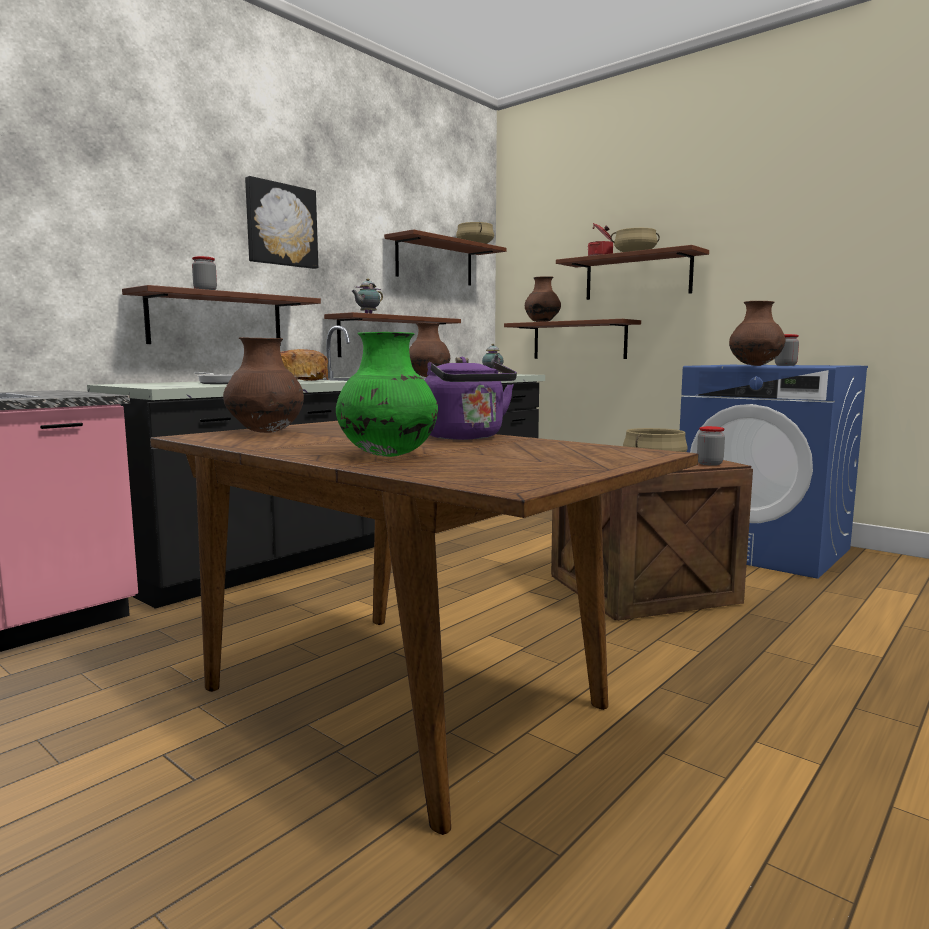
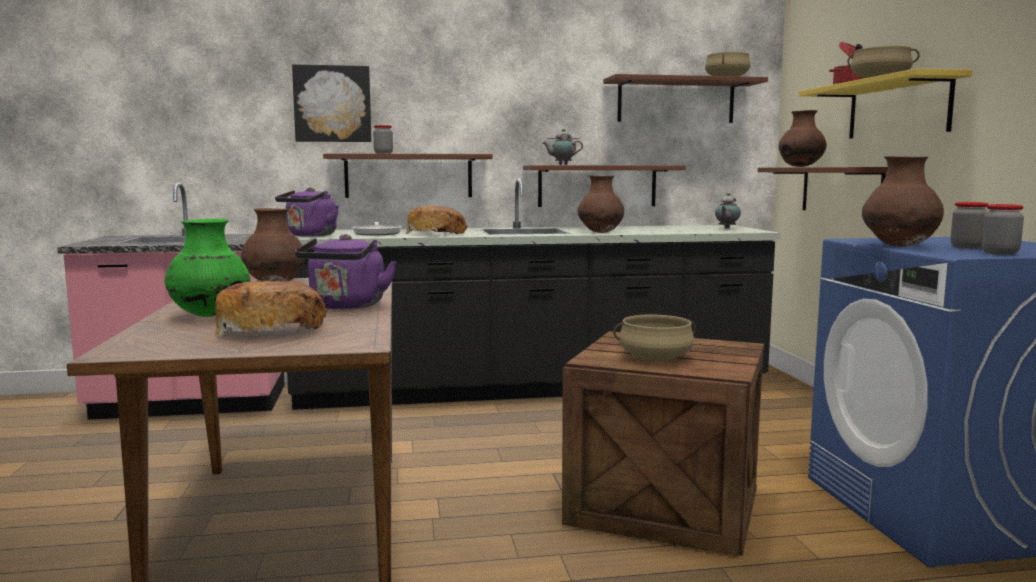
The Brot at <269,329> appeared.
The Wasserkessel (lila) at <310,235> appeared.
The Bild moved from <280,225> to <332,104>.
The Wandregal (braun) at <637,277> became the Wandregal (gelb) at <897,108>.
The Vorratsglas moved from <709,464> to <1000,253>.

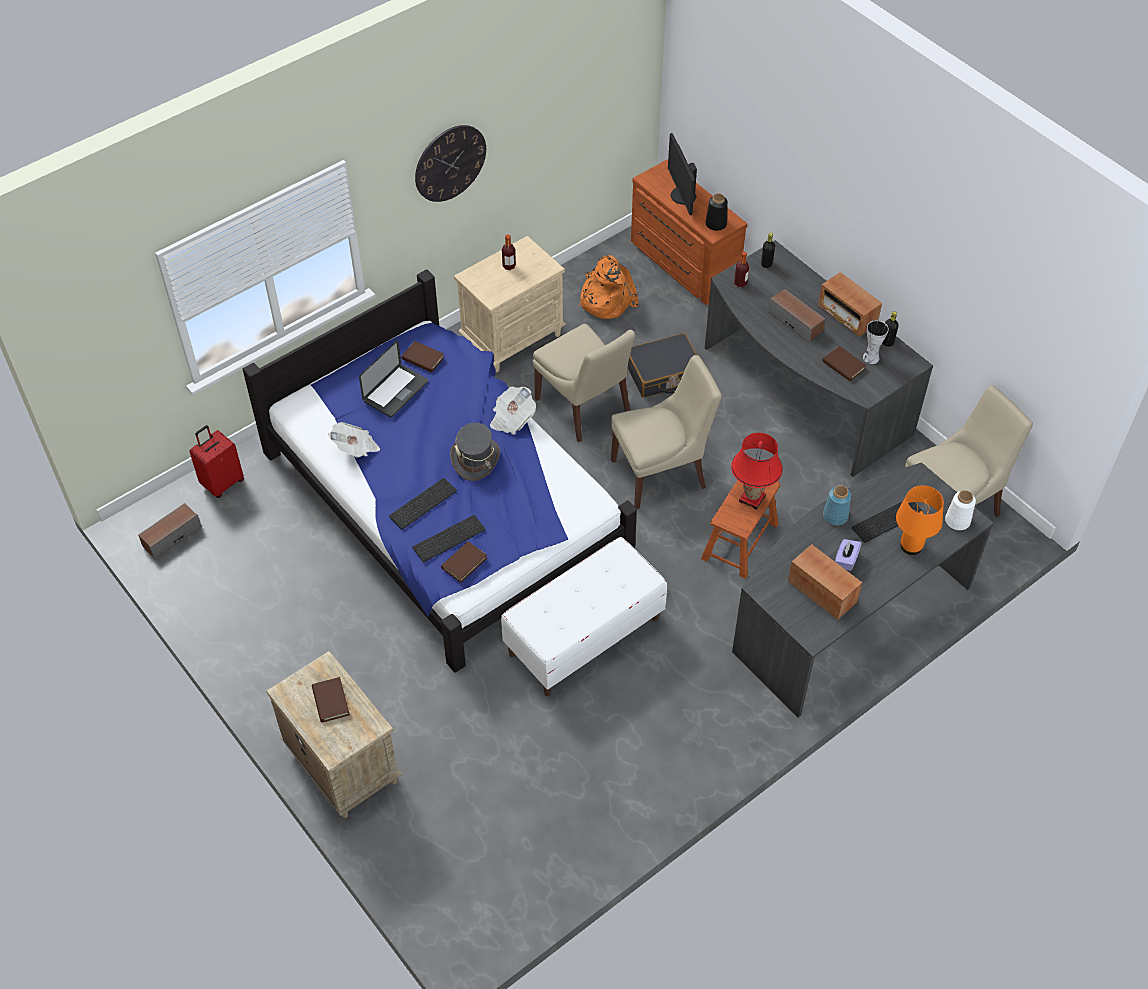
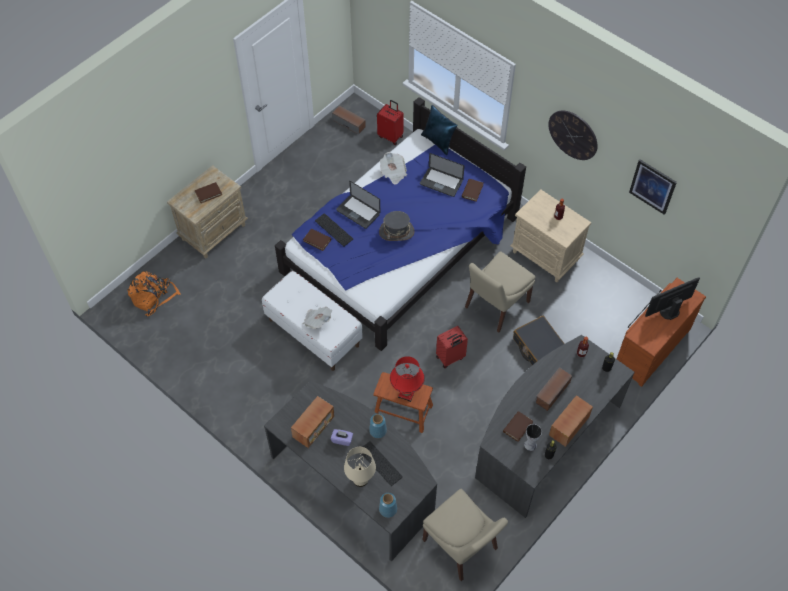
The Rucksack (orange) moved from <605,299> to <153,297>.
The Zeitung moved from <512,419> to <317,321>.
The Tastatur at <422,502> was replaced by the Laptop at <358,212>.
The Tischlampe (orange) at <911,546> became the Tischlampe (beige) at <360,480>.
The Vase (weiß) at <957,521> became the Vase (blau) at <387,509>.
The Kissen (blau) at <438,142> appeared.
The Stuhl (beige) at <661,473> was replaced by the Koffer (rot) at <450,358>.
The Bild at <652,186> appeared.
The Vase (schwarz) at <716,224> disappeared.

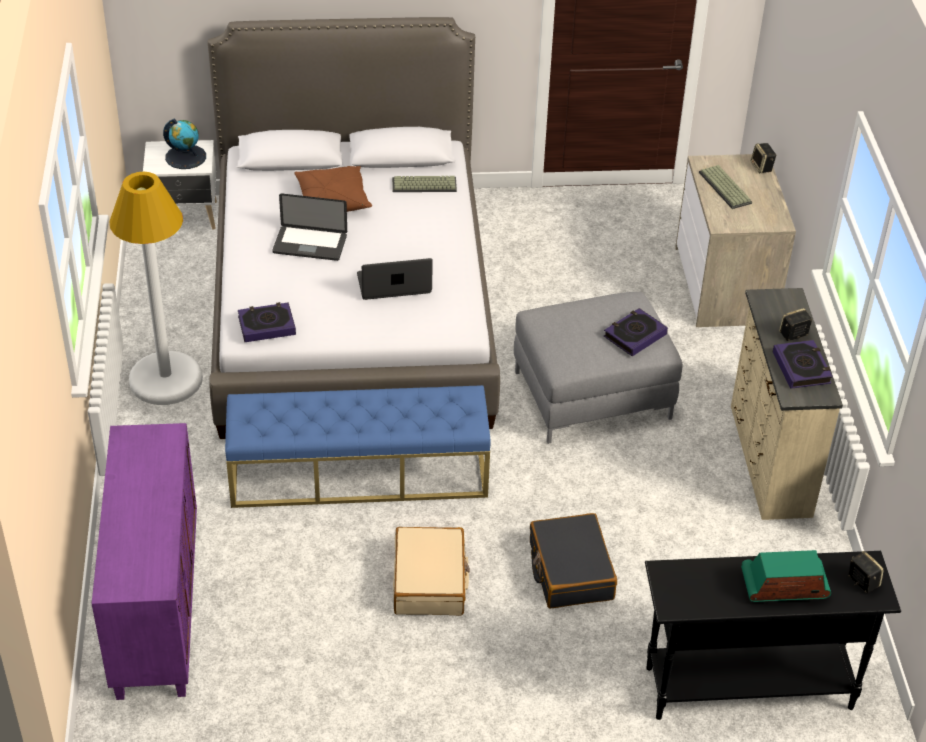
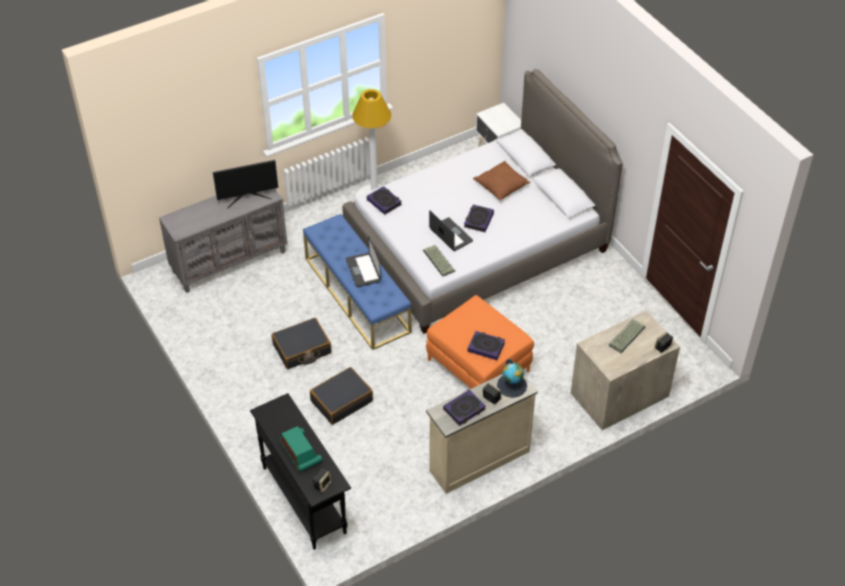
The Schrank (lila) at <155,608> became the Schrank (grau) at <229,261>.
The Monitor at <247,197> appeared.
The Koffer (beige) at <430,581> became the Koffer (schwarz) at <302,349>.
The Laptop moved from <310,244> to <363,270>.
The Tastatur moved from <423,186> to <438,261>.
The Polsterhocker (grau) at <591,395> became the Polsterhocker (orange) at <478,365>.
The Buch at <478,220> appeared.
The Globus moved from <186,157> to <512,385>.

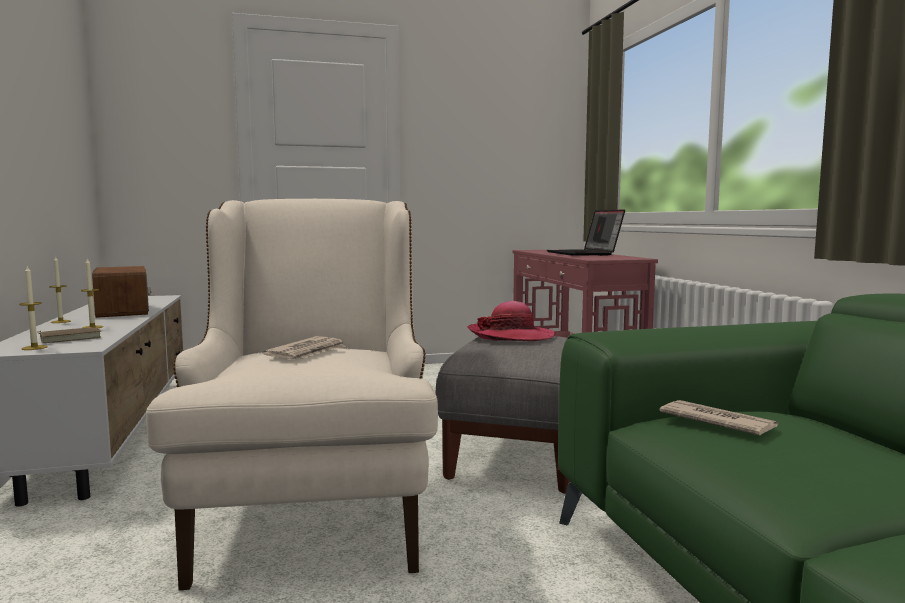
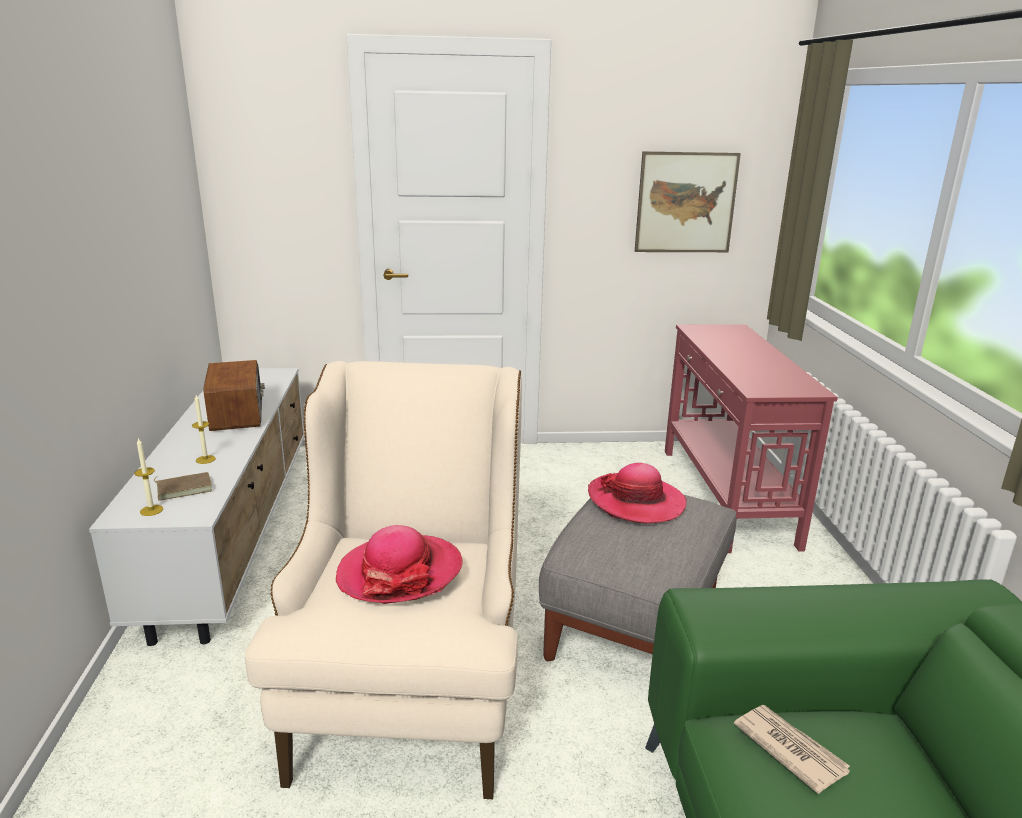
The Zeitung at <308,352> was replaced by the Hut at <400,572>.
The Bild at <686,203> appeared.
The Kerze at <60,321> disappeared.
The Laptop at <584,254> disappeared.

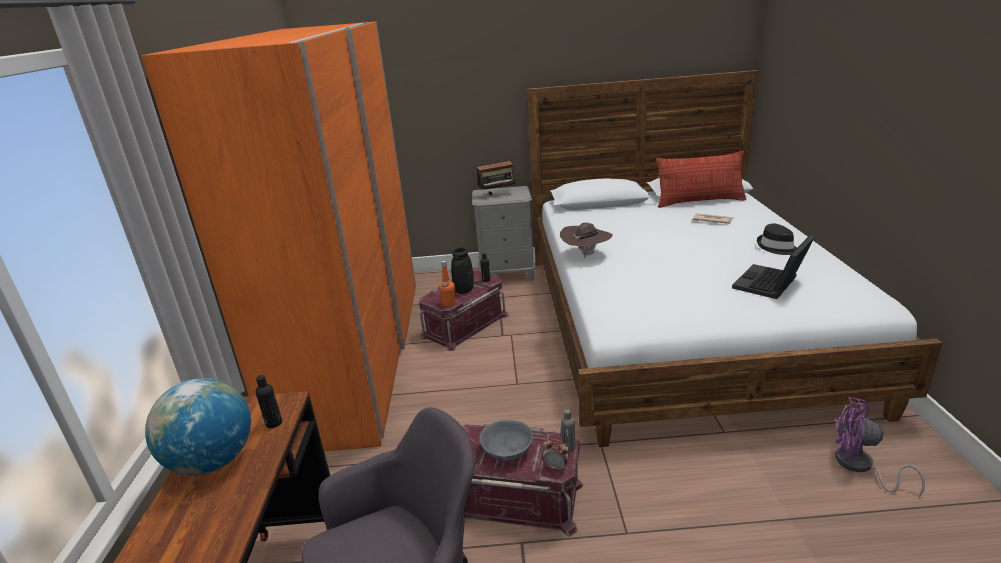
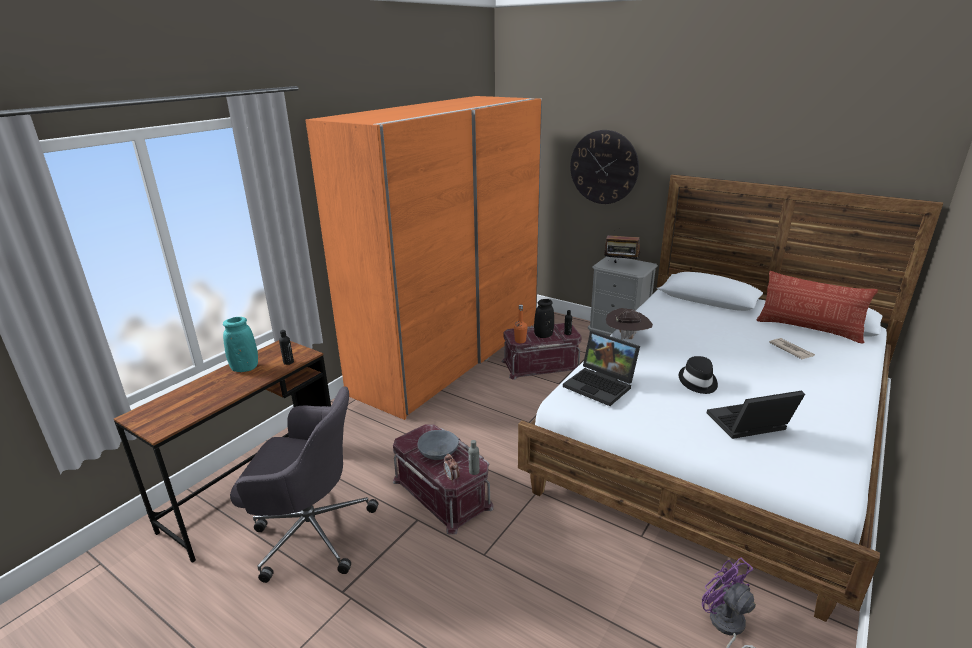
The Globus at <212,461> was replaced by the Vase (türkis) at <245,368>.
The Laptop at <601,385> appeared.
The Wanduhr at <604,167> appeared.
The Hut (schwarz) moved from <777,247> to <698,381>.

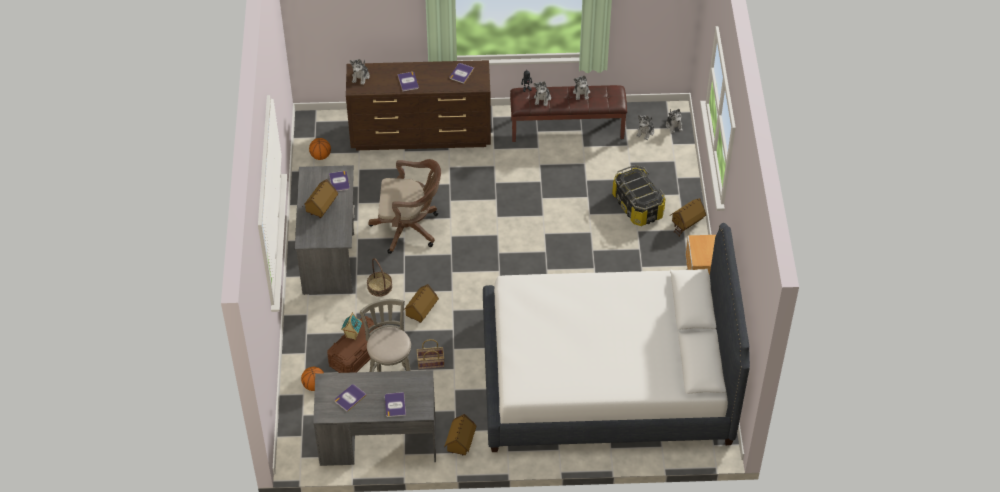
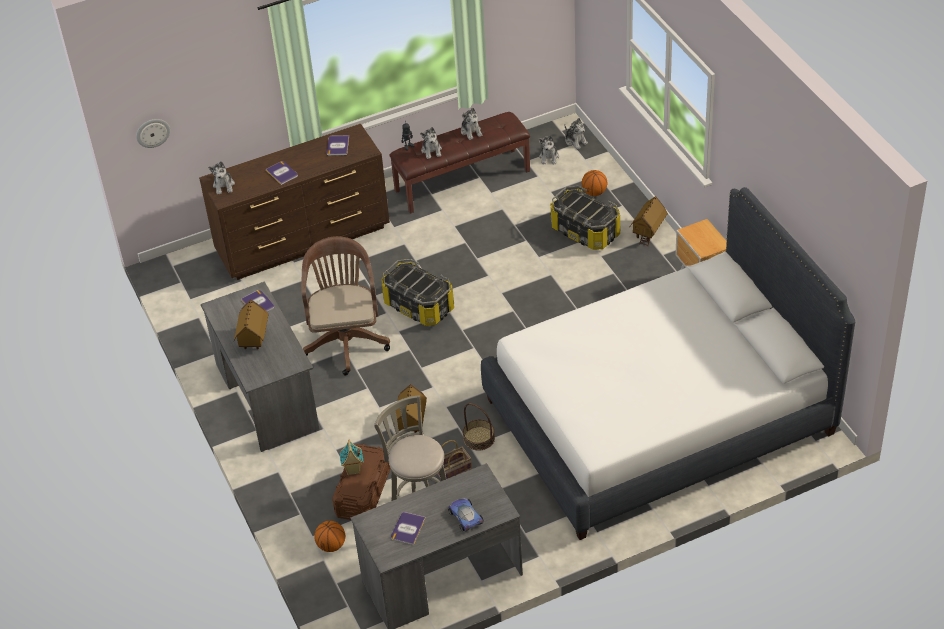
The Wanduhr at <152,132> appeared.
The Bürostuhl (braun) at <409,228> turned 75 degrees counterclockwise.
The Aufbewahrungsbox at <418,306> appeared.
The Buch at <395,405> was replaced by the Spielzeugauto at <465,516>.
The Korb moved from <379,286> to <479,438>.
The Basketball moved from <320,156> to <594,192>.
The Spielzeughaus at <460,444> disappeared.

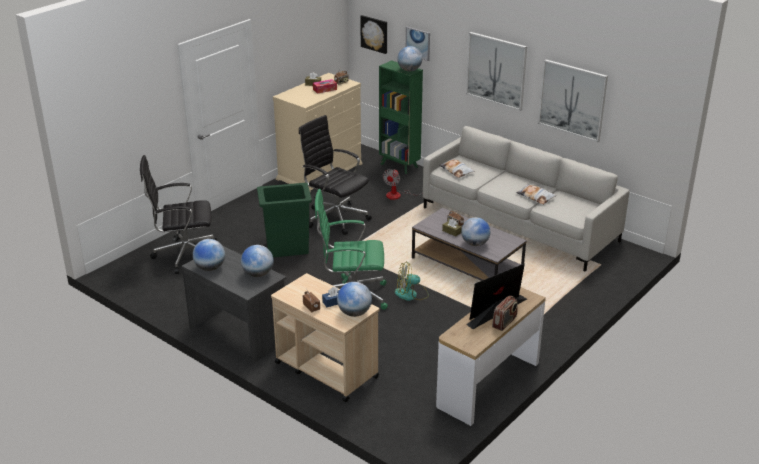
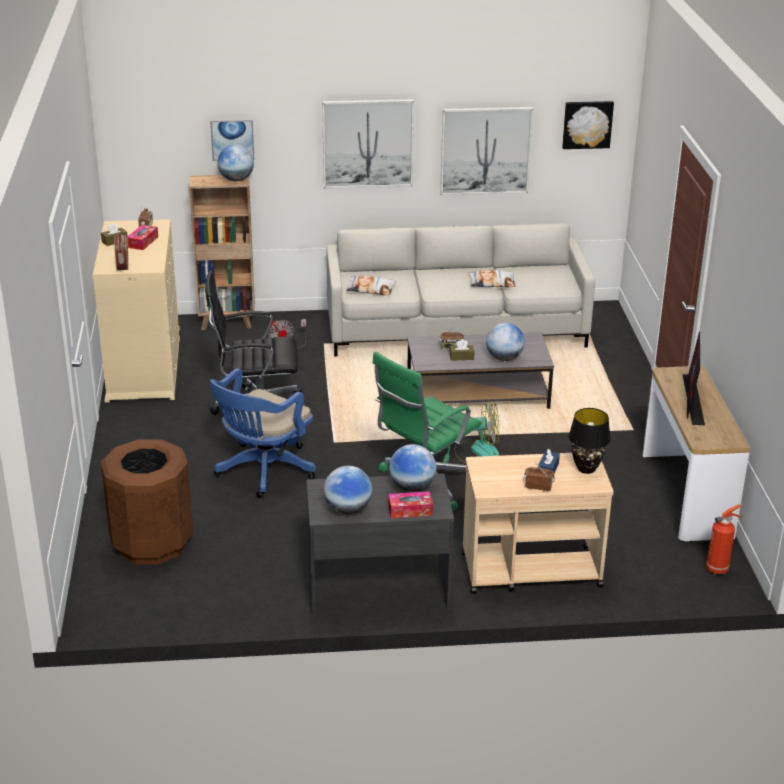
The Bürostuhl (schwarz) at <184,255> was replaced by the Mülleimer (braun) at <151,544>.
The Radio moved from <504,322> to <122,263>.
The Bücherregal (grün) at <399,166> became the Bücherregal (braun) at <227,322>.
The Mülleimer (grün) at <286,248> was replaced by the Bürostuhl (blau) at <262,472>.
The Taschentuchbox at <410,510> appeared.
The Ventilator at <411,294> turned 120 degrees counterclockwise.
The Bild moved from <374,34> to <587,124>.
The Globus at <354,313> was replaced by the Tischlampe (schwarz) at <586,469>.
The Feuerlöscher at <718,568> appeared.

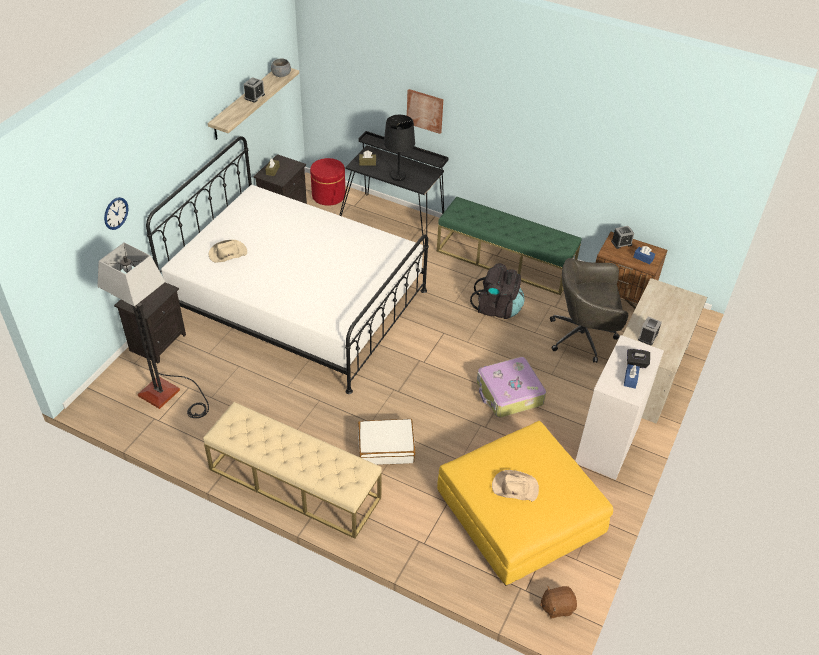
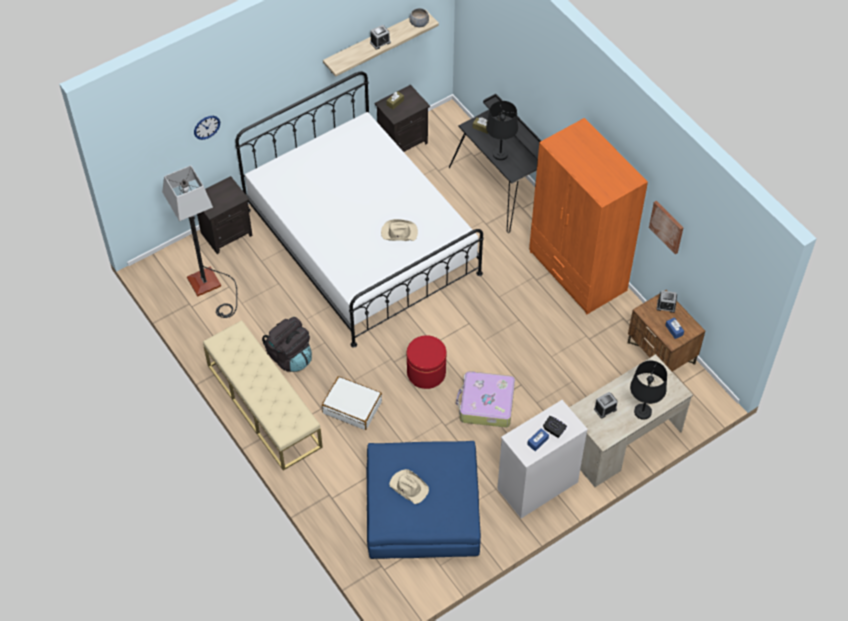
The Rucksack (schwarz) moved from <497,308> to <290,357>.
The Polsterhocker (gelb) at <519,512> became the Polsterhocker (blau) at <422,508>.
The Hut (beige) moved from <227,253> to <398,232>.
The Polsterhocker (rot) moved from <328,195> to <426,373>.
The Bank (grün) at <505,260> was replaced by the Kleiderschrank (orange) at <577,272>.
The Tischlampe (schwarz) at <642,412> appeared.
The Bild moved from <425,110> to <667,226>.
The Plüschtier (braun) at <557,607> disappeared.
The Bürostuhl (grau) at <583,337> disappeared.

